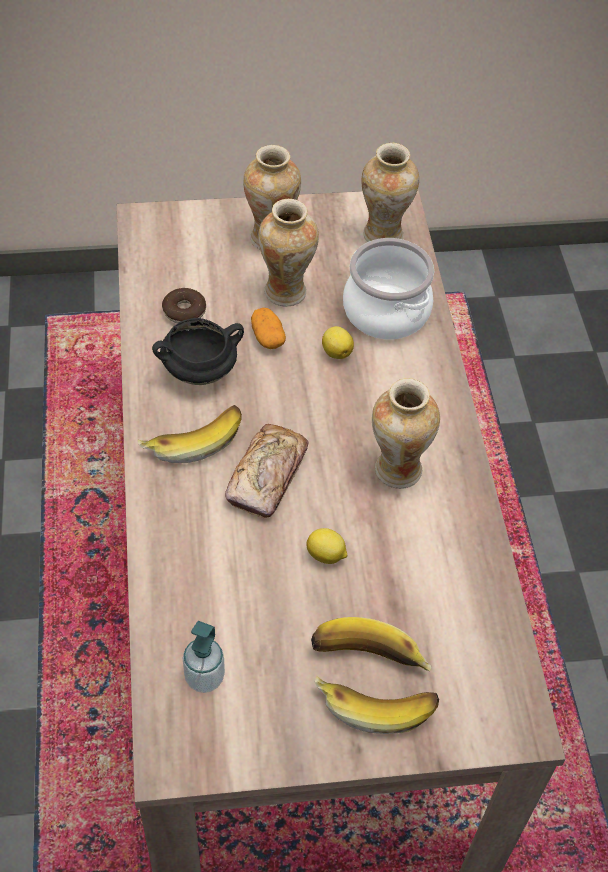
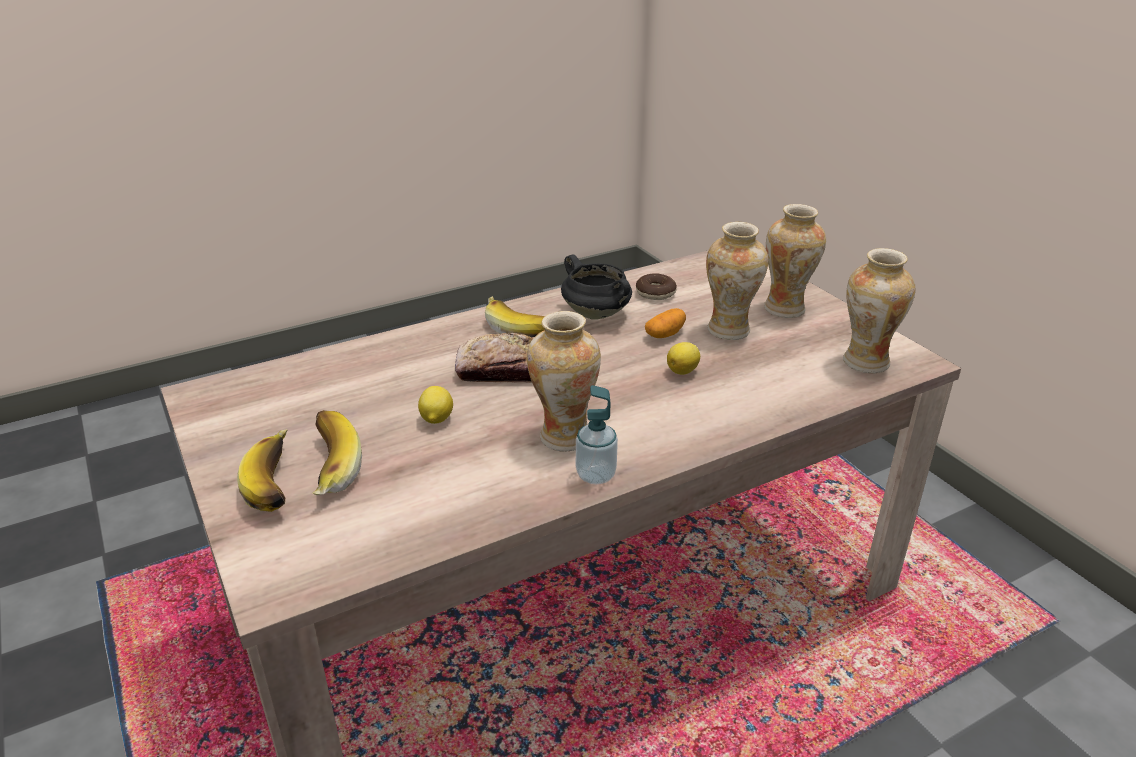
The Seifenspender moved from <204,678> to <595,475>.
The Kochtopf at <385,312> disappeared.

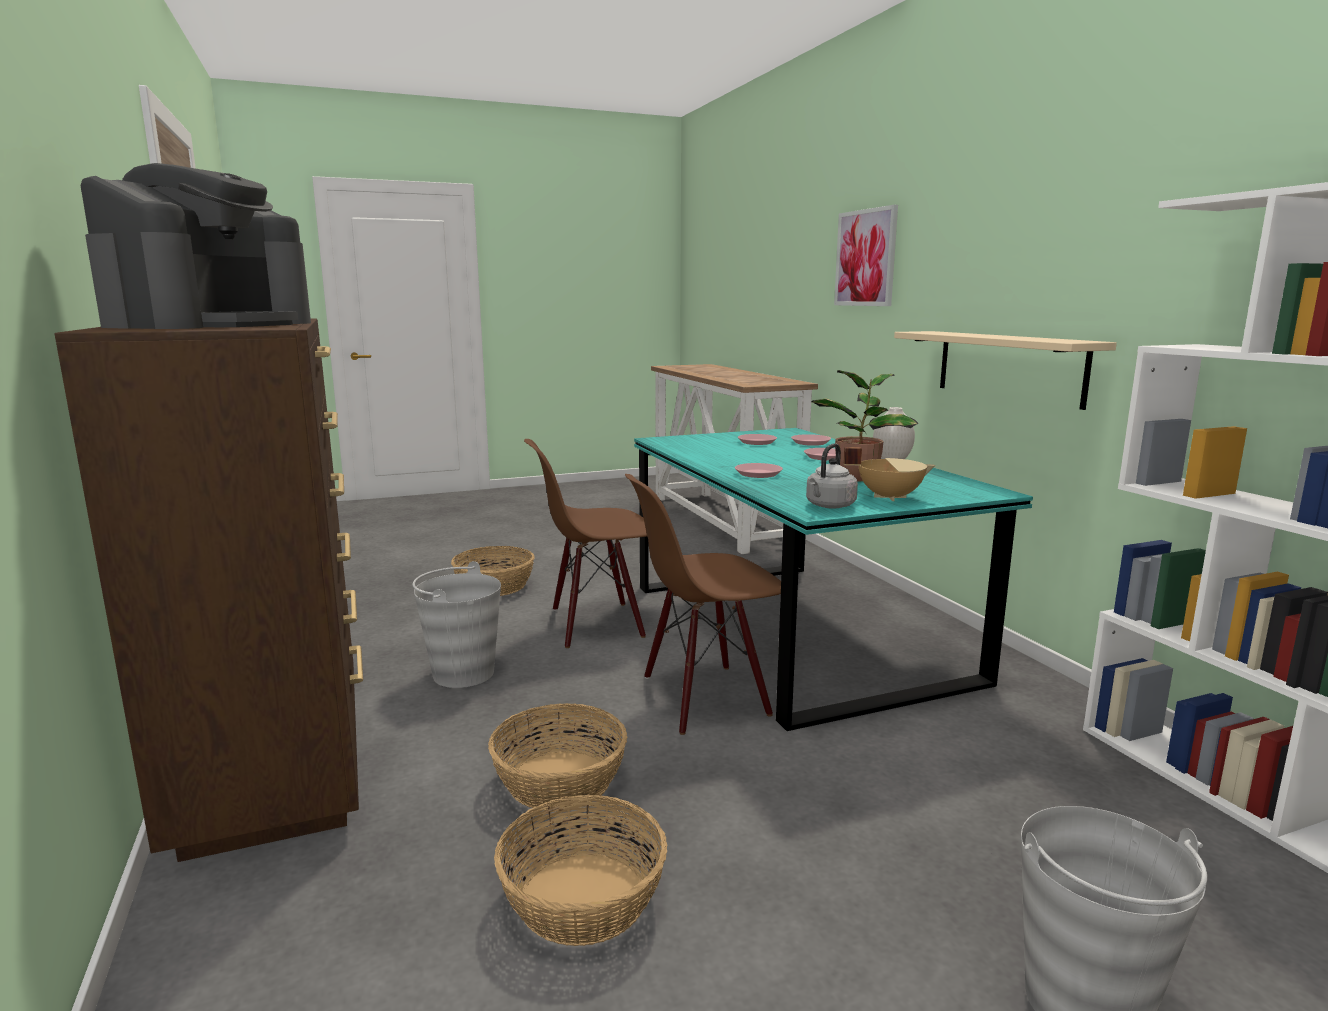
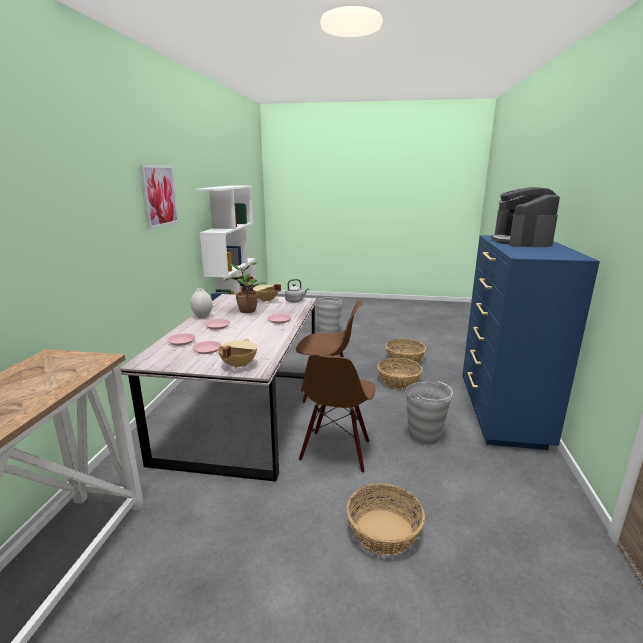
The Esstisch (türkis) at <790,630> became the Esstisch (grau) at <246,413>.
The Bild moved from <866,258> to <159,196>.
The Kochtopf (beige) at <238,365> appeared.
The Stuhl (braun) at <596,624> turned 90 degrees clockwise.
The Kommode (braun) at <279,757> became the Kommode (blau) at <501,414>.
The Kaffeemaschine at <212,325> turned 45 degrees counterclockwise.
The Wandregal (beige) at <1009,367> disappeared.

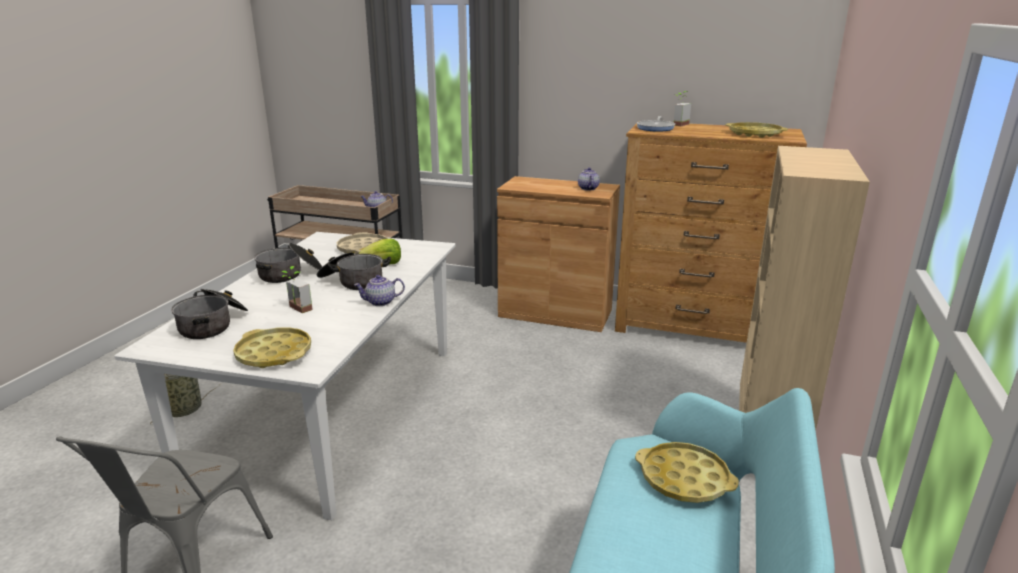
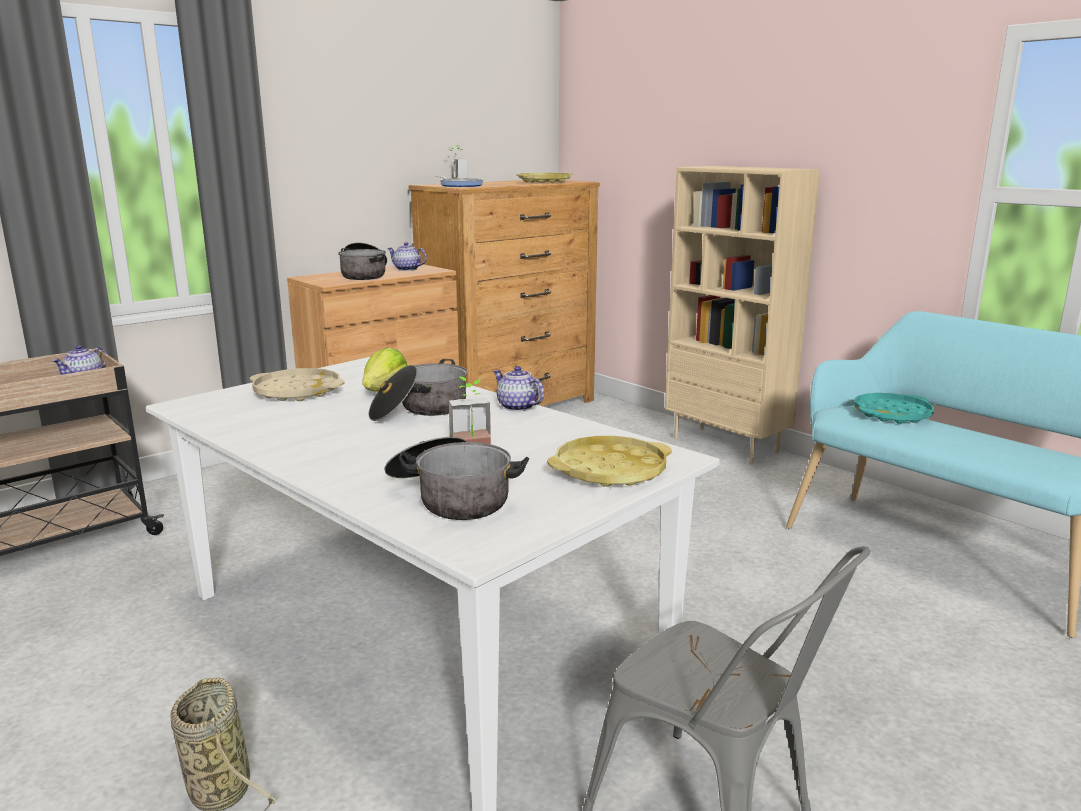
The Kochtopf moved from <290,274> to <364,275>.
The Teekanne at <380,302> turned 120 degrees clockwise.
The Tablett (gelb) at <684,479> became the Tablett (türkis) at <892,414>.

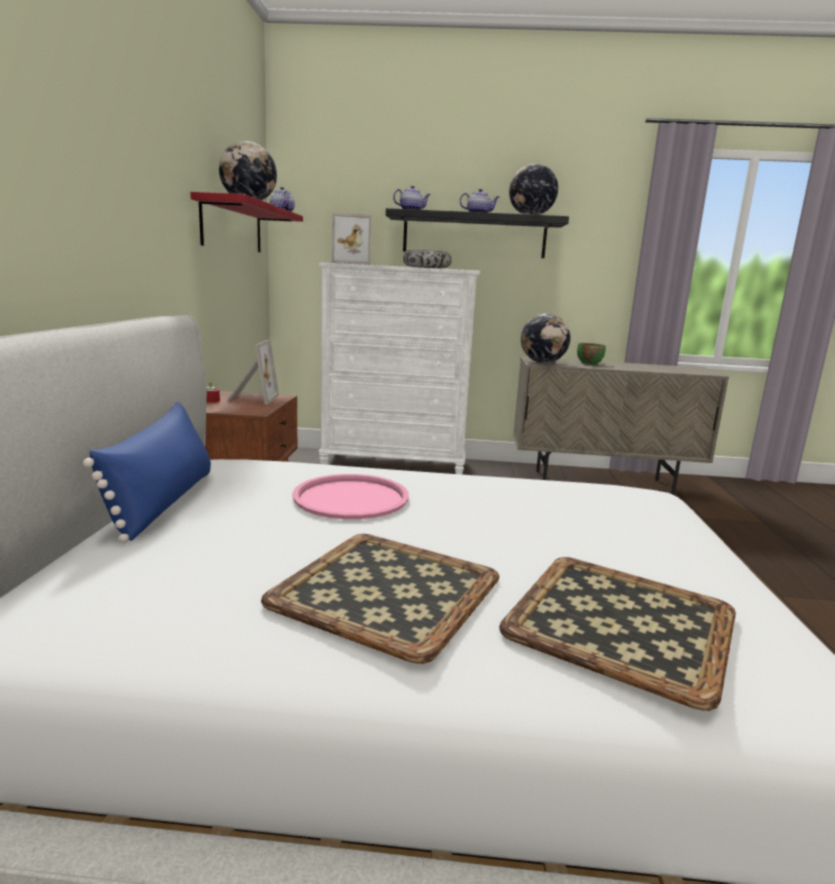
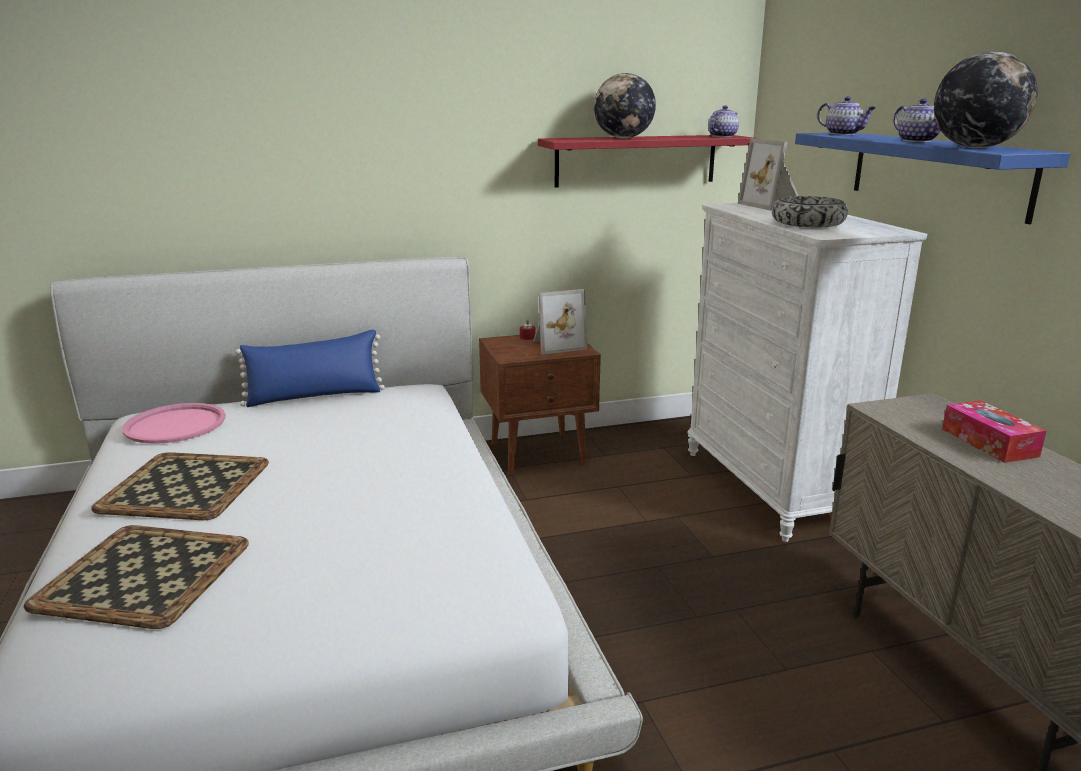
The Tablett (rosa) moved from <351,498> to <175,425>.
The Wandregal (schwarz) at <474,235> became the Wandregal (blau) at <936,173>.
The Schüssel (grün) at <589,363> was replaced by the Taschentuchbox at <989,442>.
The Globus at <542,362> disappeared.

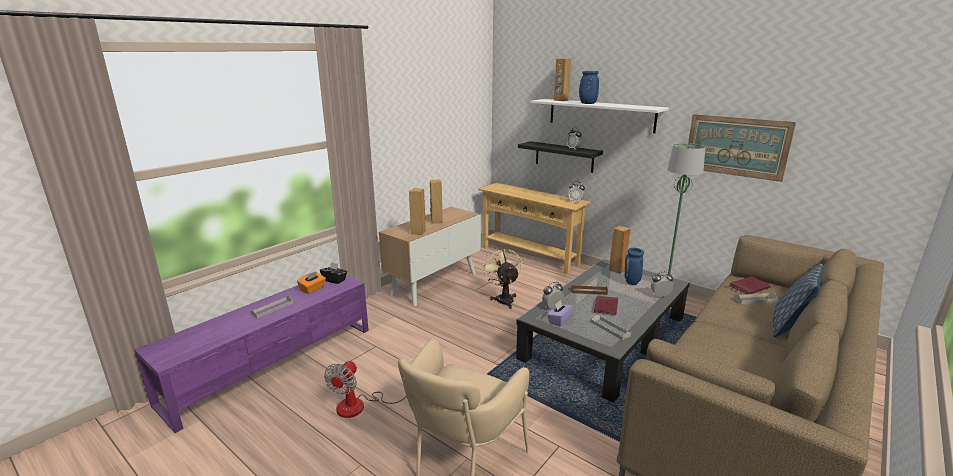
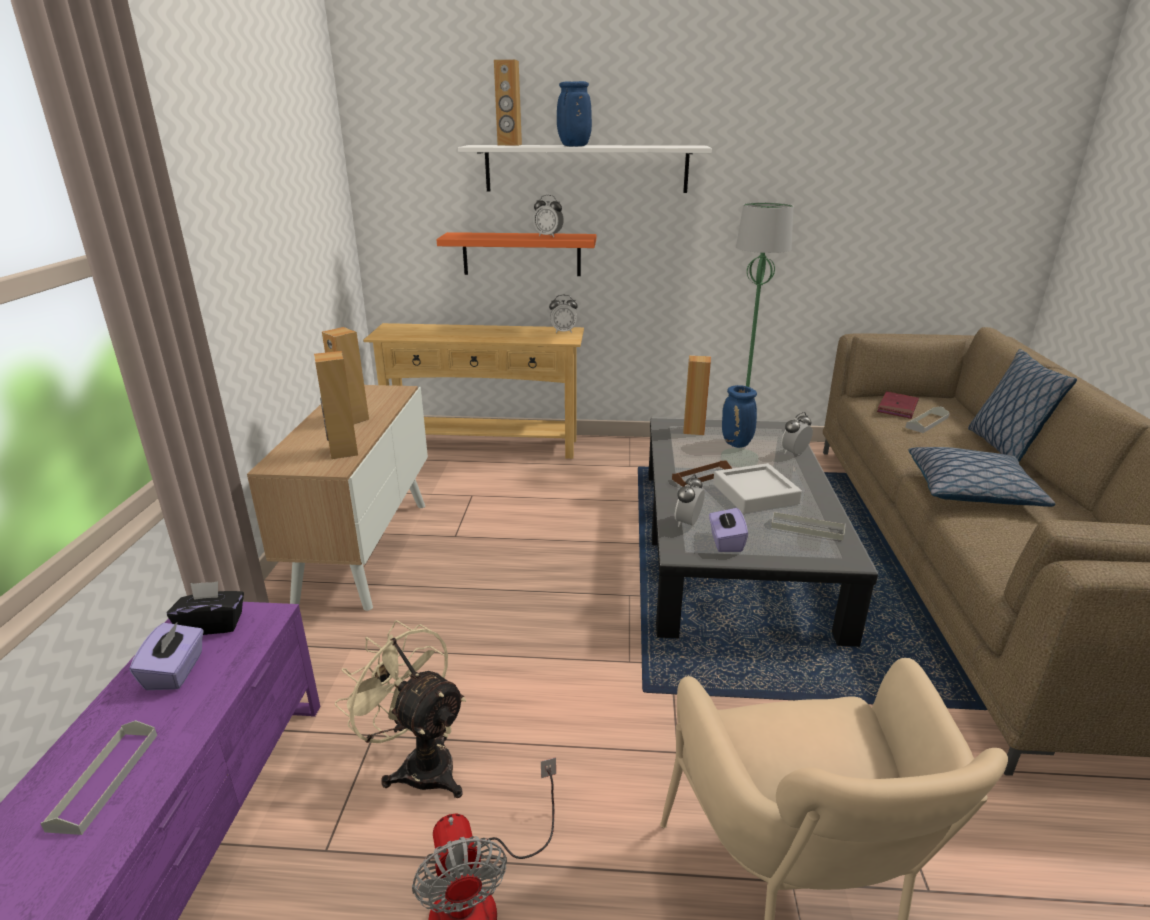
The Taschentuchbox (orange) at <313,289> became the Taschentuchbox (lila) at <175,671>.
The Ventilator (beige) moved from <503,299> to <419,763>.
The Wandregal (schwarz) at <564,157> became the Wandregal (orange) at <521,254>.
The Buch (rot) at <606,307> was replaced by the Tablett (grau) at <755,494>.
The Kissen at <971,490> appeared.
The Bild at <736,146> disappeared.

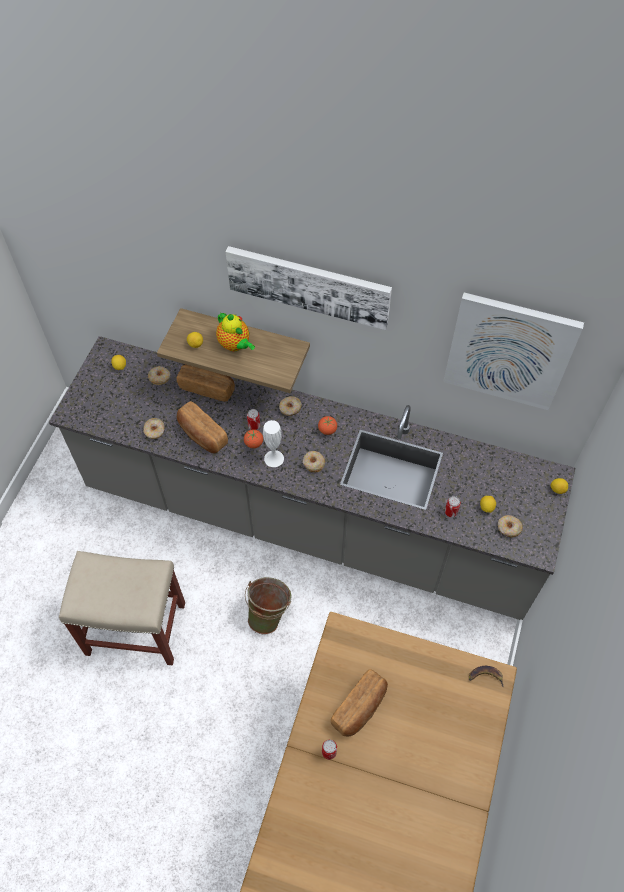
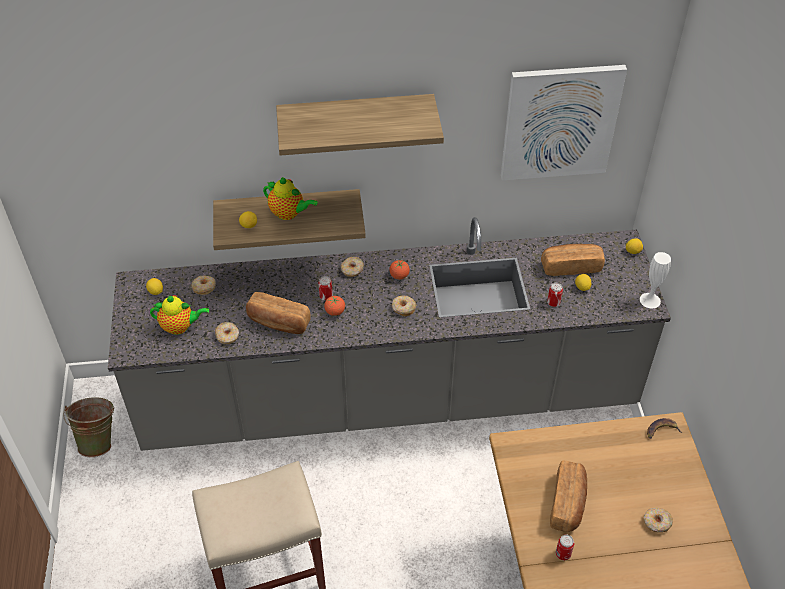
The Eimer (grün) moved from <269,614> to <99,440>.
The Teekanne at <180,327> appeared.
The Bild at <309,285> was replaced by the Wandregal at <356,120>.
The Brot moved from <207,387> to <571,266>.
The Vase (weiß) moved from <274,458> to <650,300>.
The Donut moved from <508,528> to <656,523>.

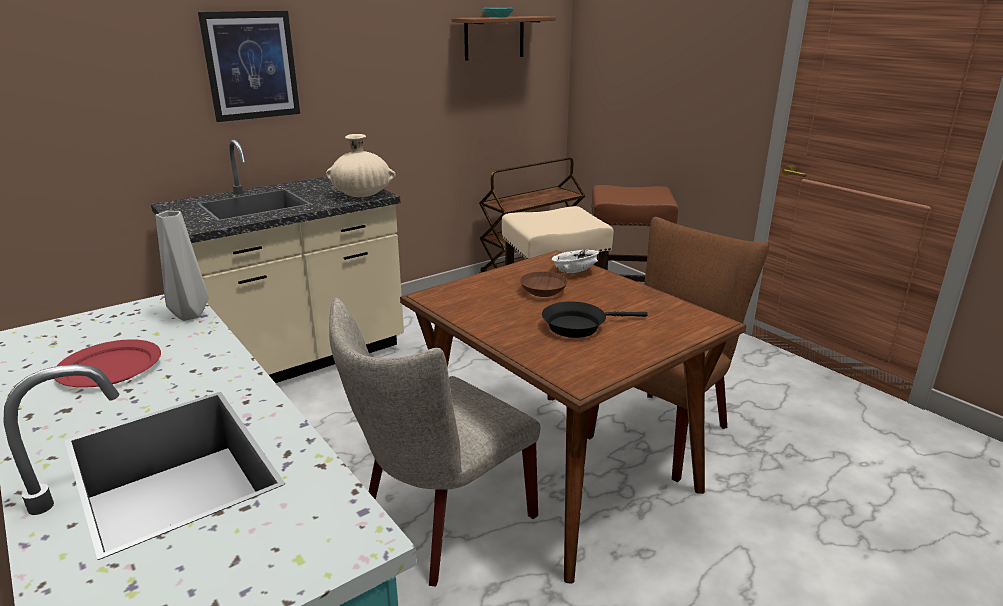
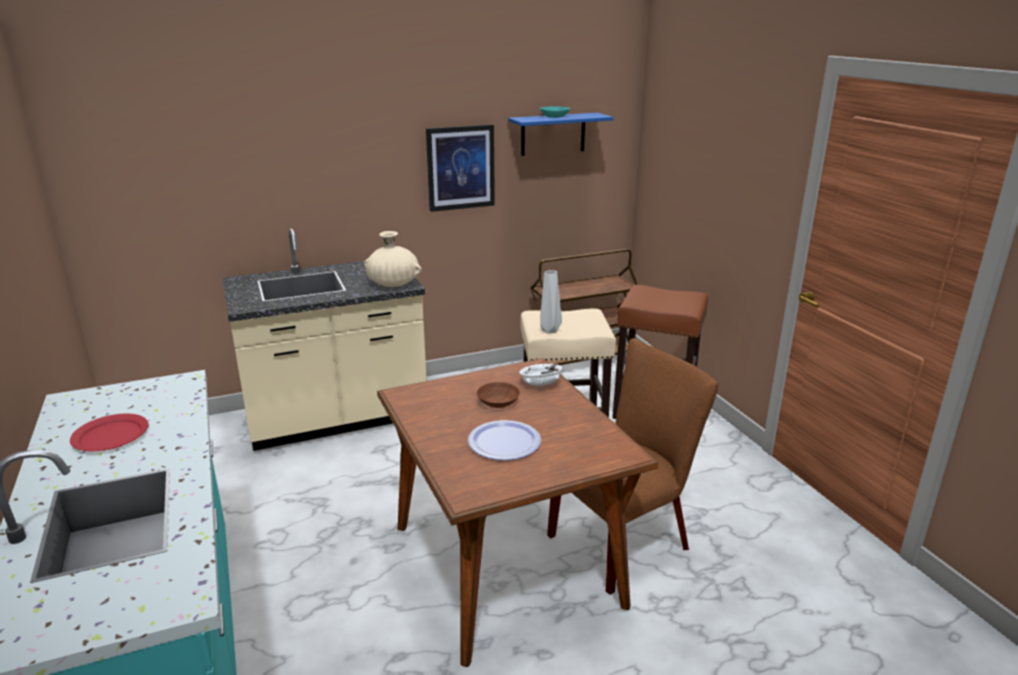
The Bild moved from <251,65> to <460,167>.
The Pfanne (schwarz) at <579,326> was replaced by the Teller at <504,442>.
The Wandregal (braun) at <494,38> became the Wandregal (blau) at <553,134>.
The Vase (grau) moved from <192,315> to <550,330>.
The Stuhl (beige) at <439,525> disappeared.

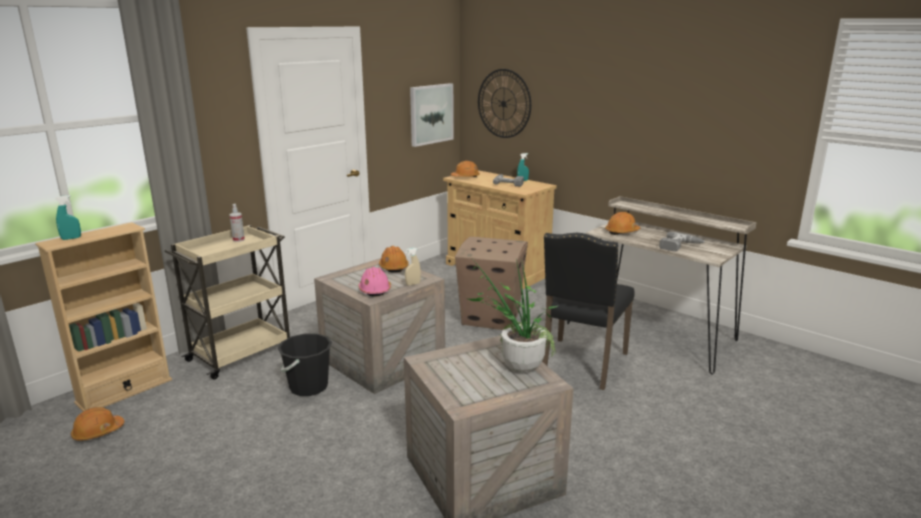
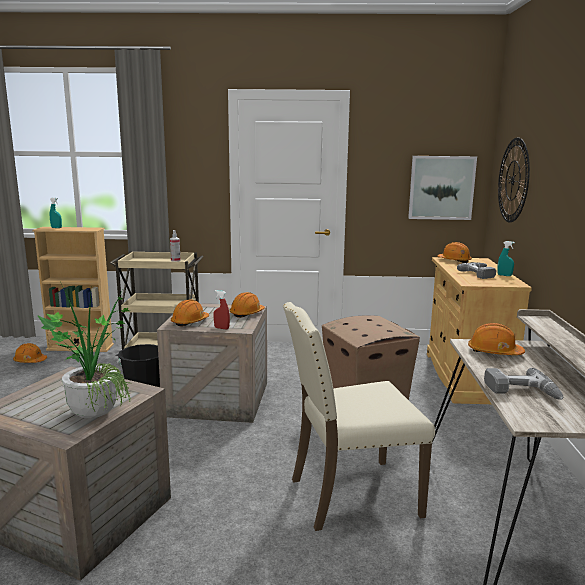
The Schutzhelm (rosa) at <374,290> became the Schutzhelm (orange) at <190,322>.
The Sprühflasche (beige) at <413,284> became the Sprühflasche (rot) at <221,328>.
The Stuhl (schwarz) at <581,364> became the Stuhl (beige) at <350,495>.

